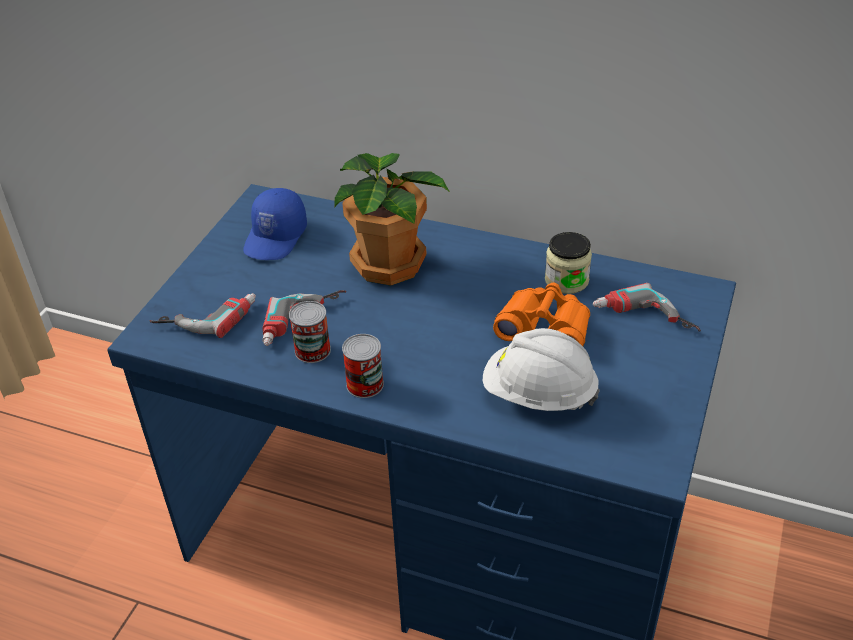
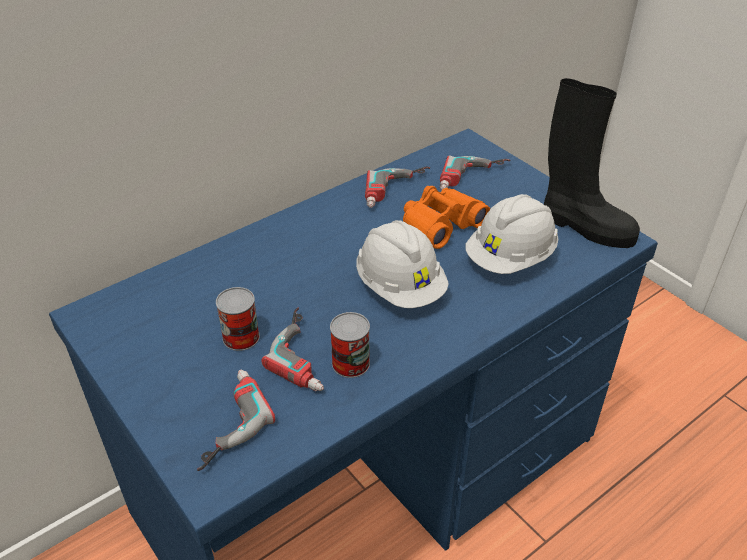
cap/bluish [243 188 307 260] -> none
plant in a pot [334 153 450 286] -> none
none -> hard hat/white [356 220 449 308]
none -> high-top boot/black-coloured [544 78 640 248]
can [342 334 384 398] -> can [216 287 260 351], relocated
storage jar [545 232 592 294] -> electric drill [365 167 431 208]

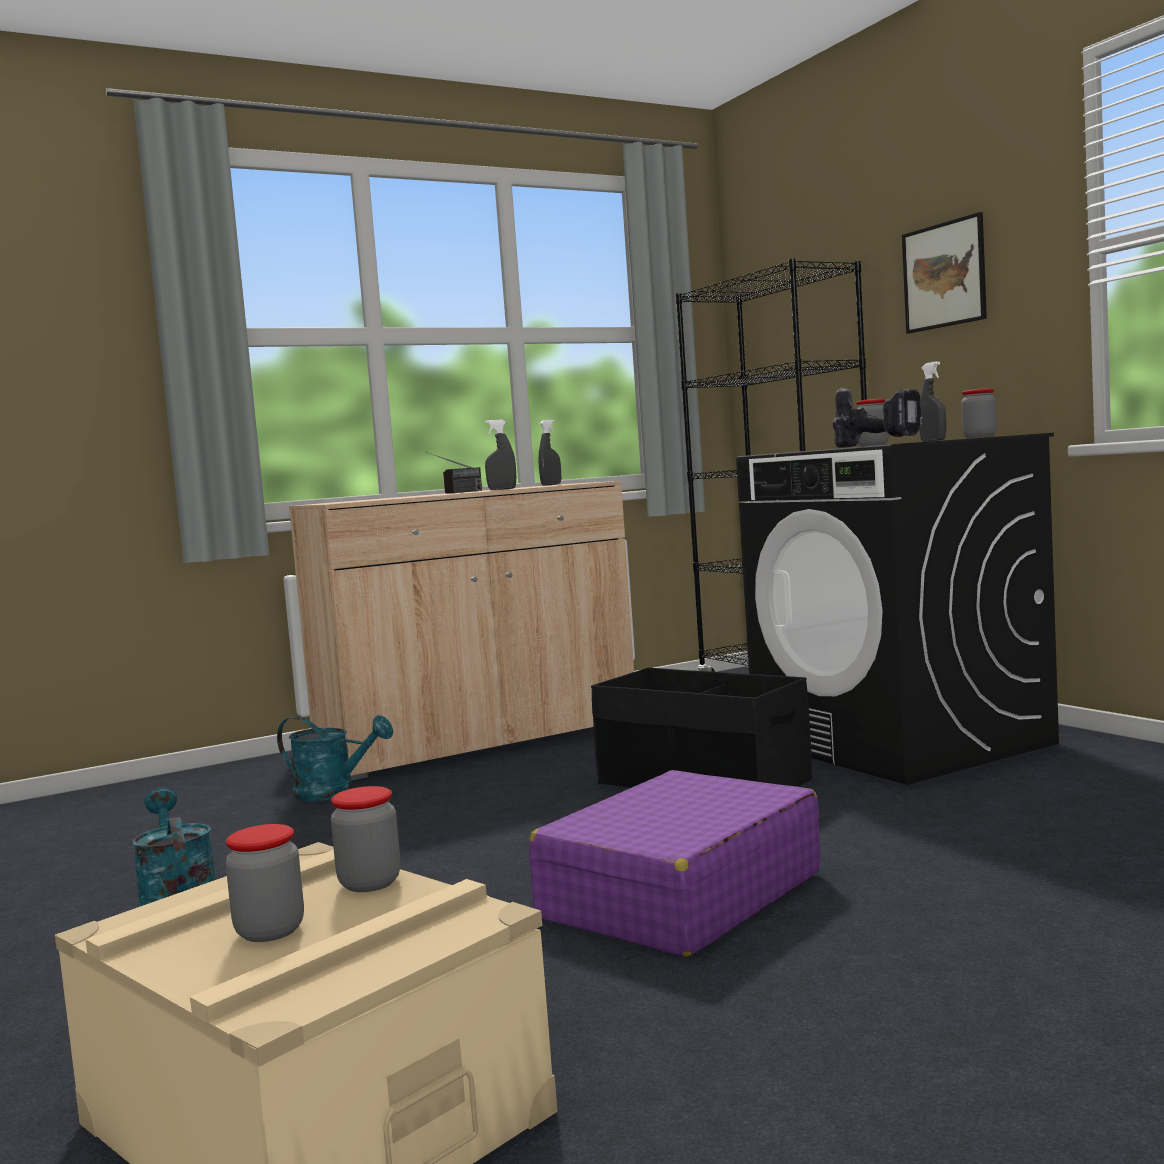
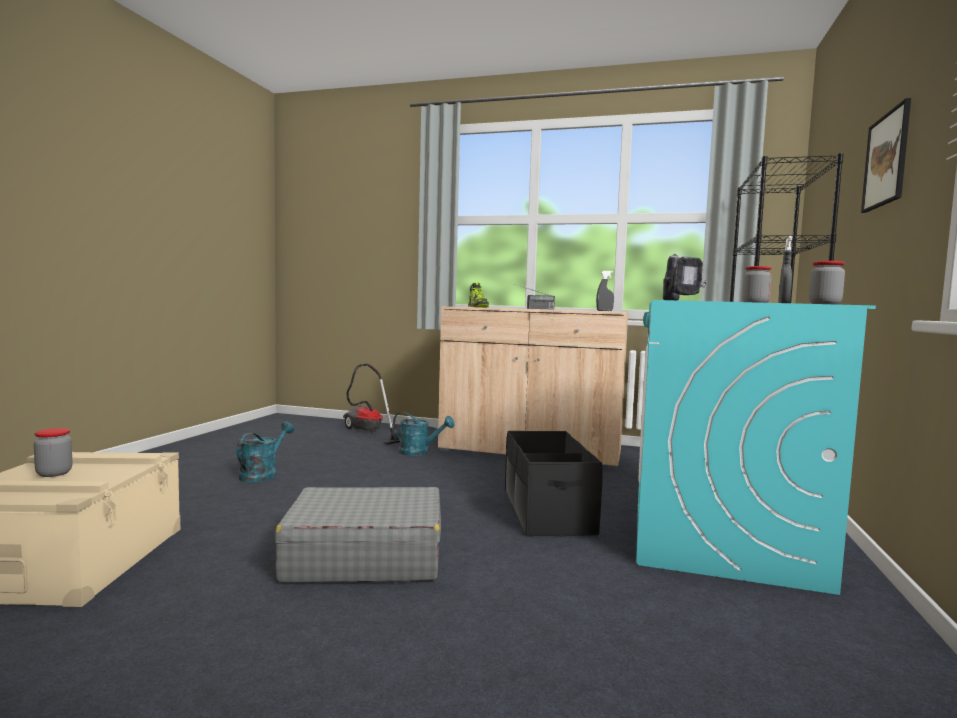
storage jar [331 786 401 892] -> none
sprayer/grey [485 419 516 490] -> none
none -> hoover [343 364 400 445]
none -> item of footwear [468 282 489 307]
piece of luggage/purple [529 770 821 957] -> piece of luggage/grey [275 487 441 583]
laundry appliance/black-coloured [736 433 1059 785] -> laundry appliance/turquoise-coloured [636 300 876 595]
watering can/turquoise-coloured [277 715 394 801] -> watering can/turquoise-coloured [393 412 455 456], 45 degrees counterclockwise

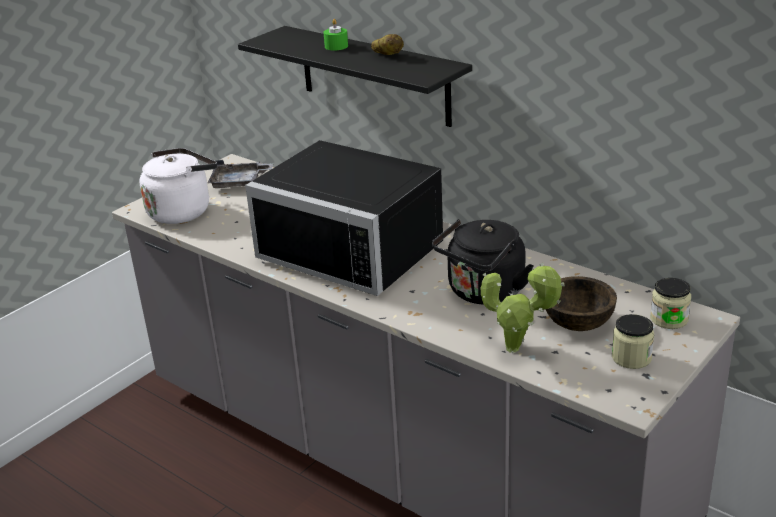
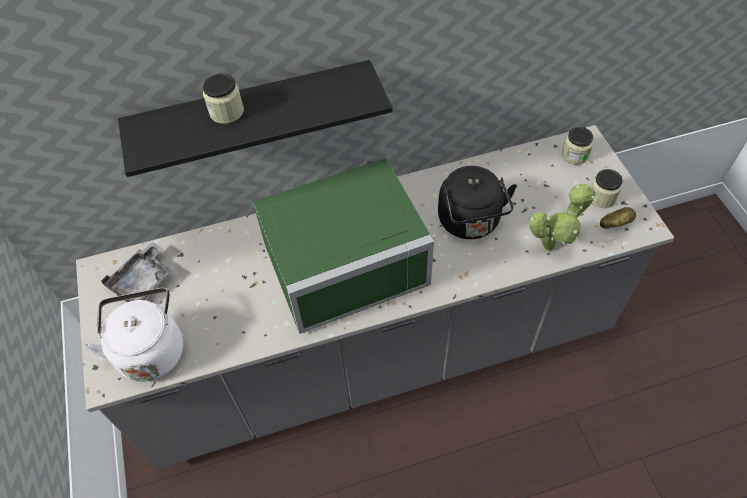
serving bowl/brown [546 276 617 331] -> none
spud [371 34 404 55] -> spud [600 207 636 229], relocated
wax candle/green-coloured [324 19 348 50] -> storage jar [203 73 244 124]
kitchen microwave/black-coloured [245 140 443 296] -> kitchen microwave/green-coloured [253 158 434 334]

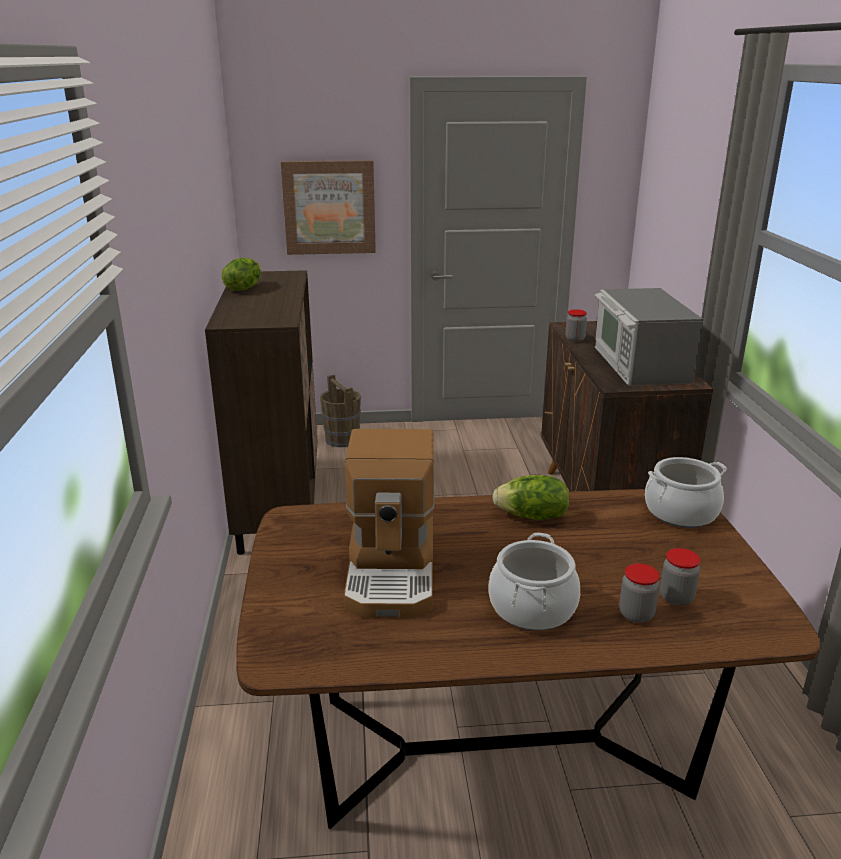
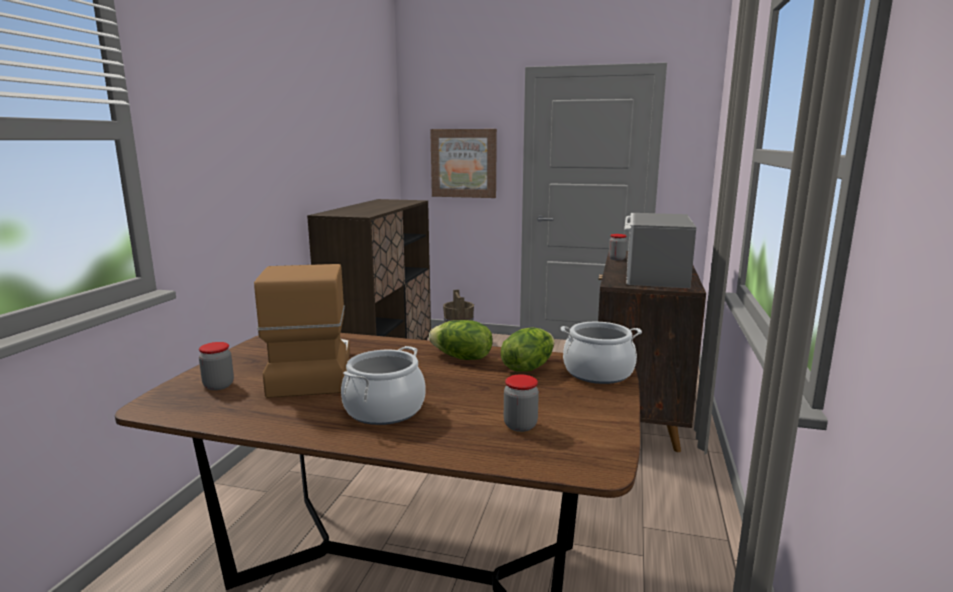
head of lettuce [222 258 261 291] -> head of lettuce [501 328 554 372], relocated
storage jar [619 564 660 623] -> storage jar [199 342 234 390], relocated
coffee brewer [344 429 434 618] -> coffee brewer [254 264 350 398], 150 degrees clockwise

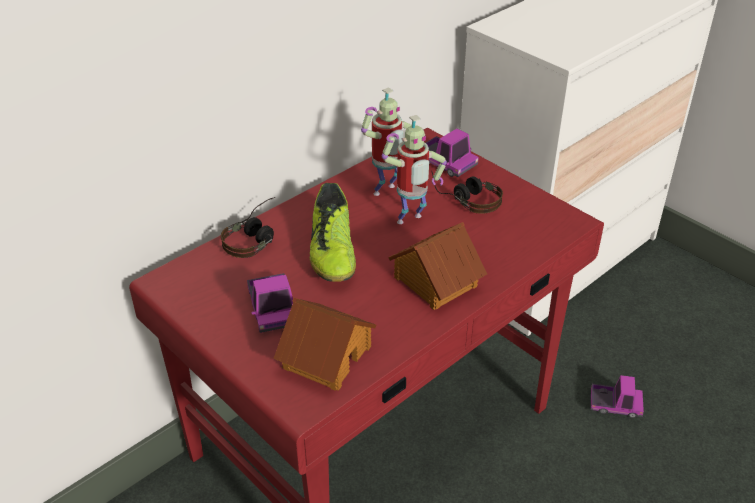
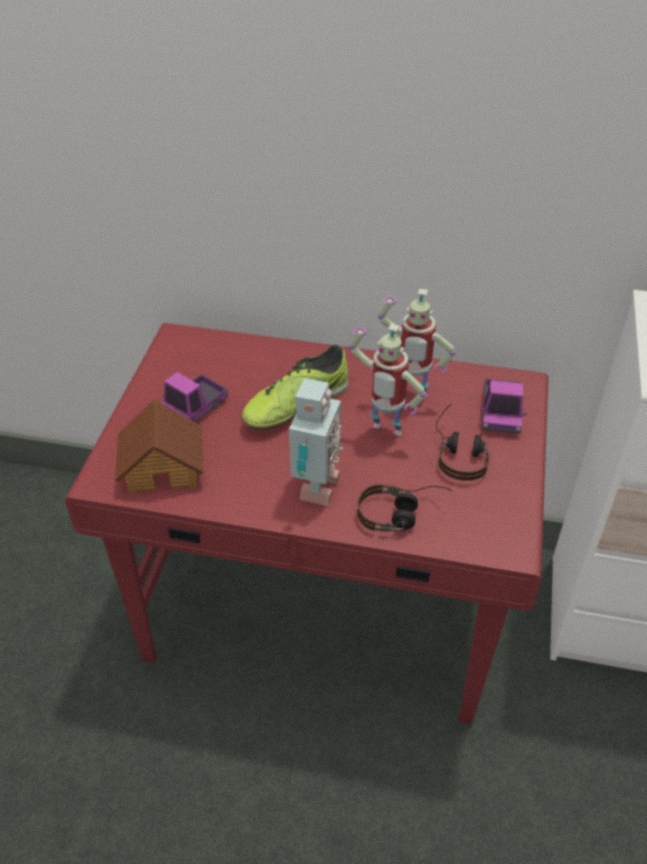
model truck [591 375 644 418] -> none
headset [221 197 275 258] -> headset [357 484 452 532], relocated
miniature house [388 222 487 310] -> toy robot [289 378 343 506]

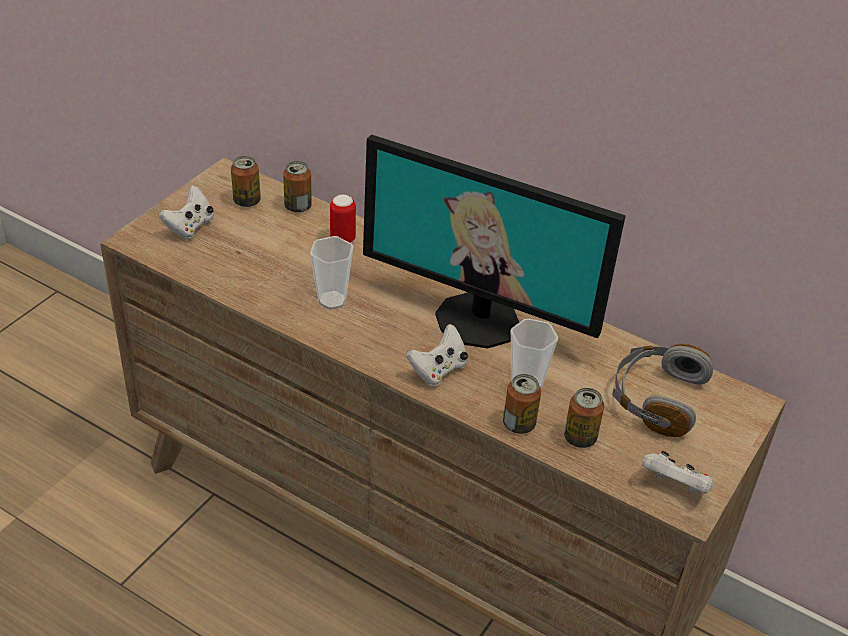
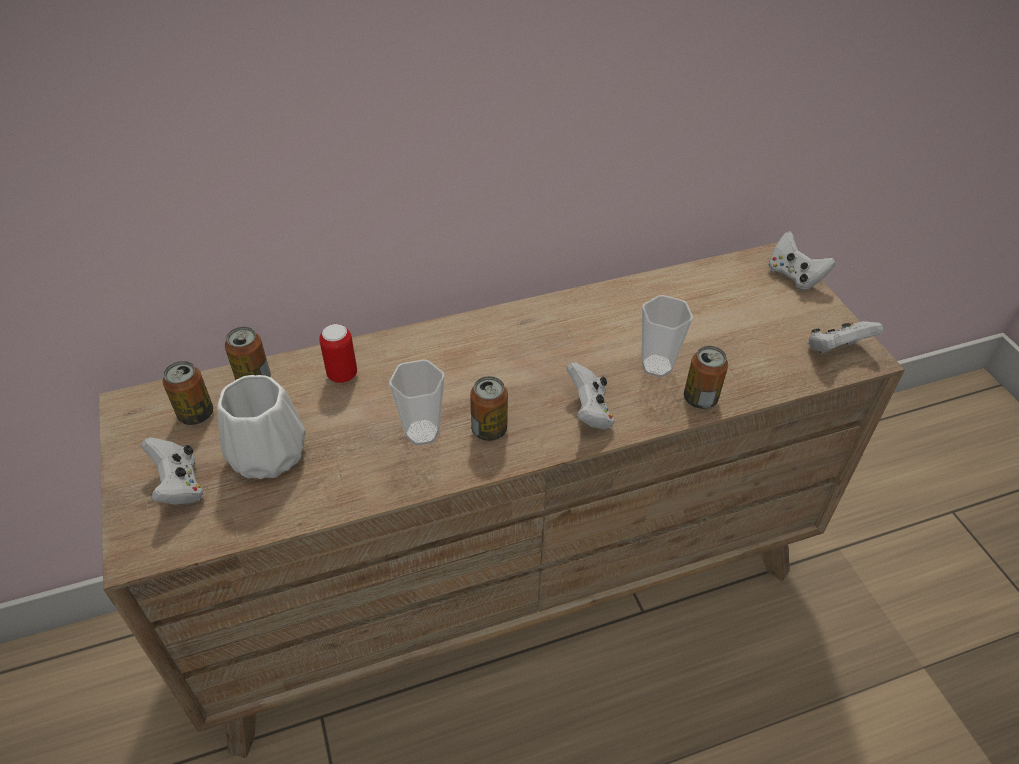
monitor [363 134 626 348] -> none
headset/grey [612 344 713 437] -> none
none -> vase/white [217 375 306 479]
none -> game controller/white [768 231 836 290]
can [564 388 604 448] -> can [470 376 508 441], relocated

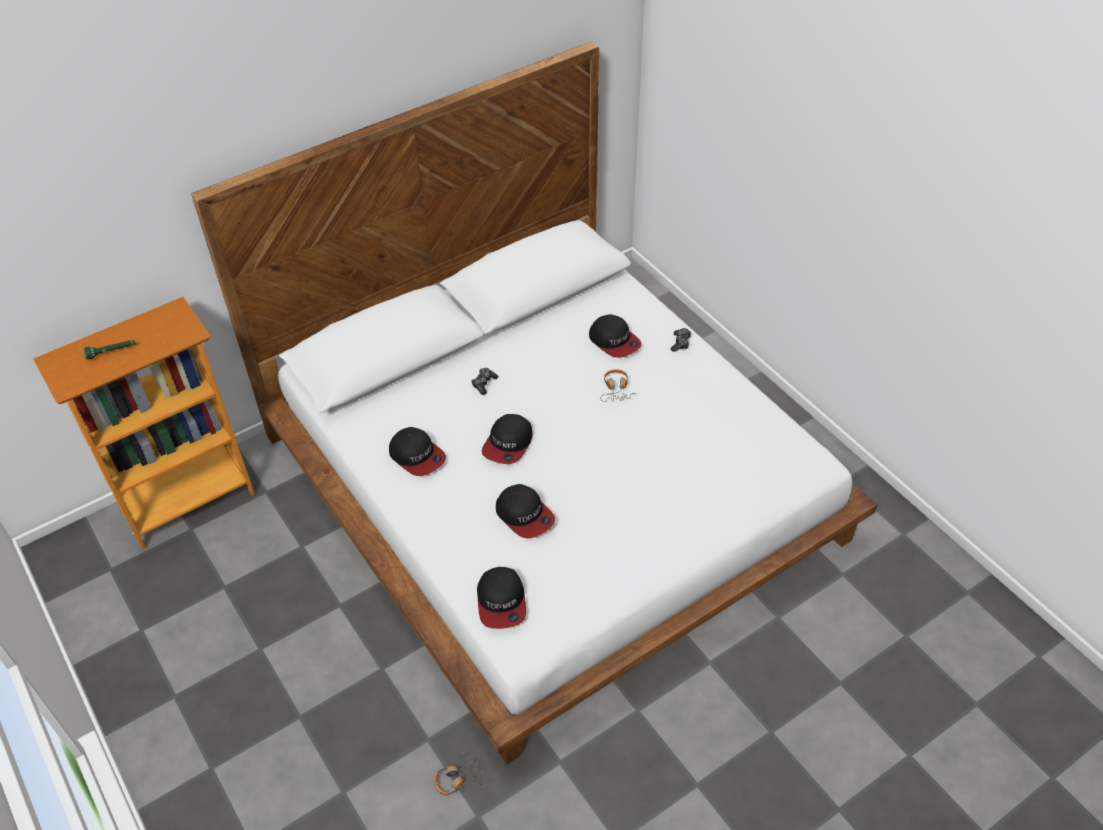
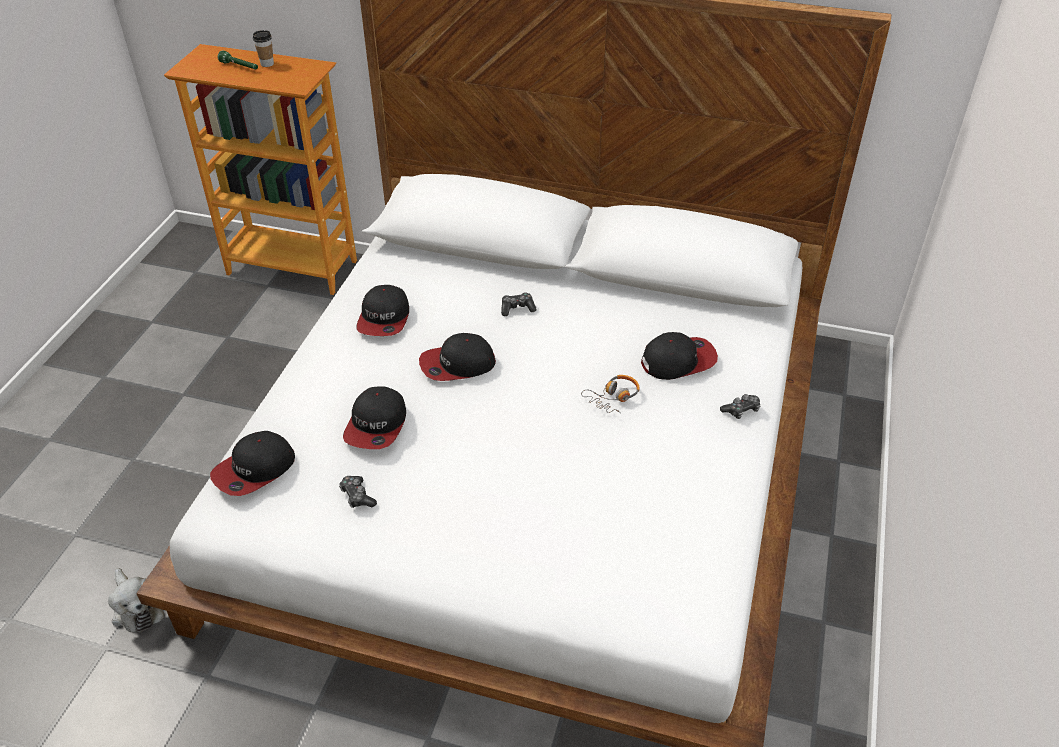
none -> small cup [253 30 274 67]
none -> game controller [339 476 377 508]
headset [434 753 486 795] -> soft toy [108 568 164 633]
cap [589 314 642 358] -> cap [641 332 718 380], 120 degrees counterclockwise

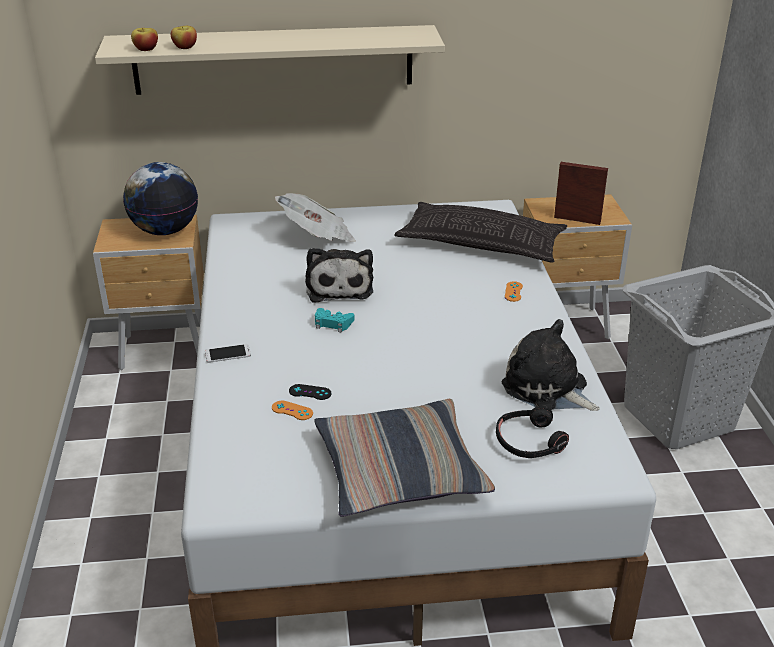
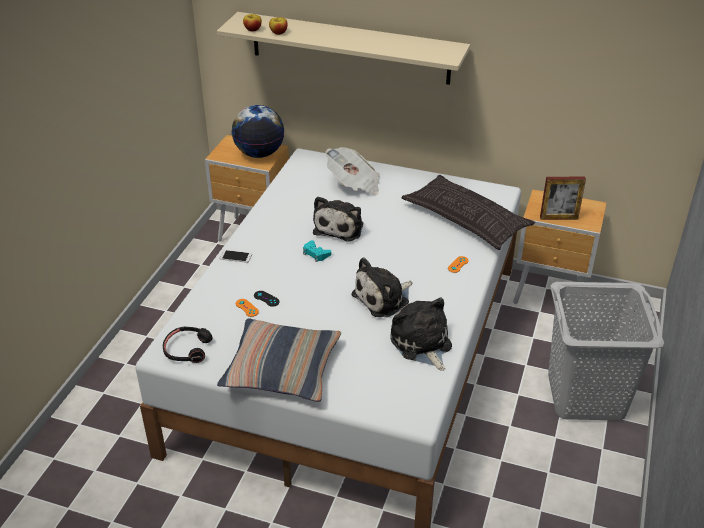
none -> soft toy [351 258 412 317]
headset/black-coloured [496 406 569 458] -> headset/black-coloured [163 327 212 363], relocated
standing frame [554 162 608 225] -> standing frame [540 177 586 220], 135 degrees clockwise

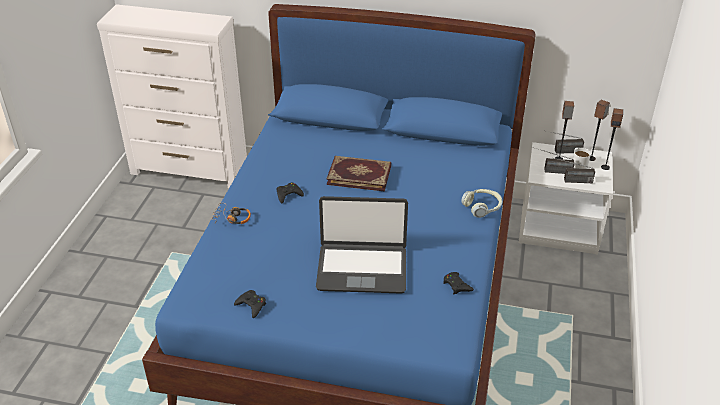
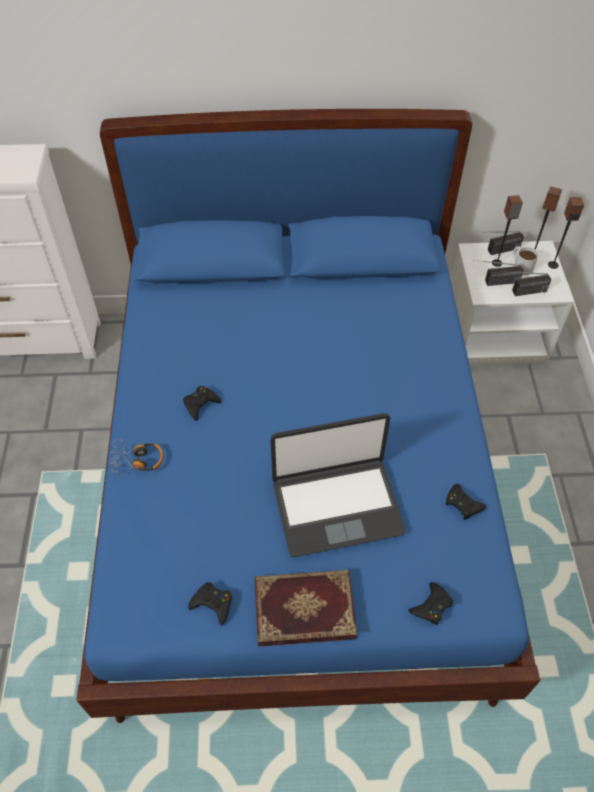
headset [461 189 502 218] -> none
none -> game controller/black-coloured [408 582 453 625]
bound book [326 156 391 192] -> bound book [255 570 357 647], relocated

